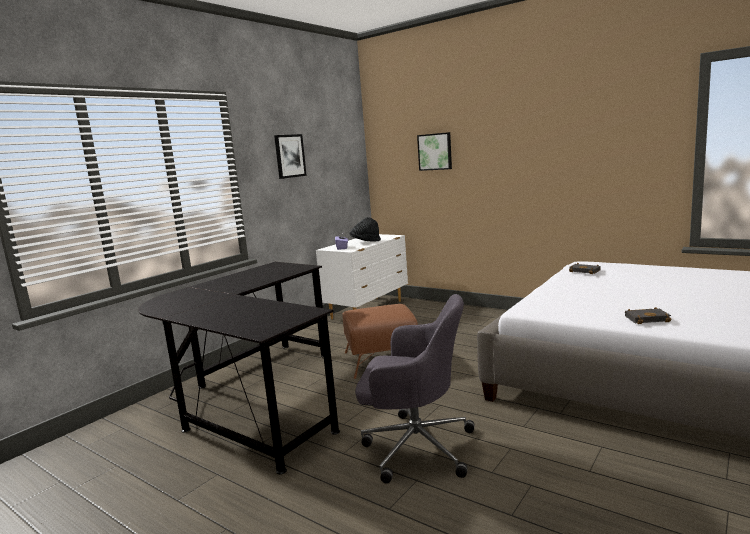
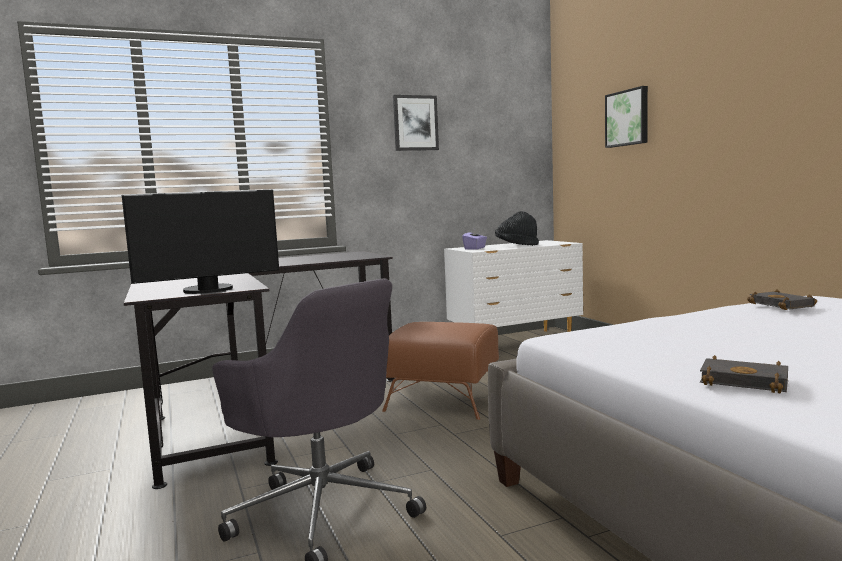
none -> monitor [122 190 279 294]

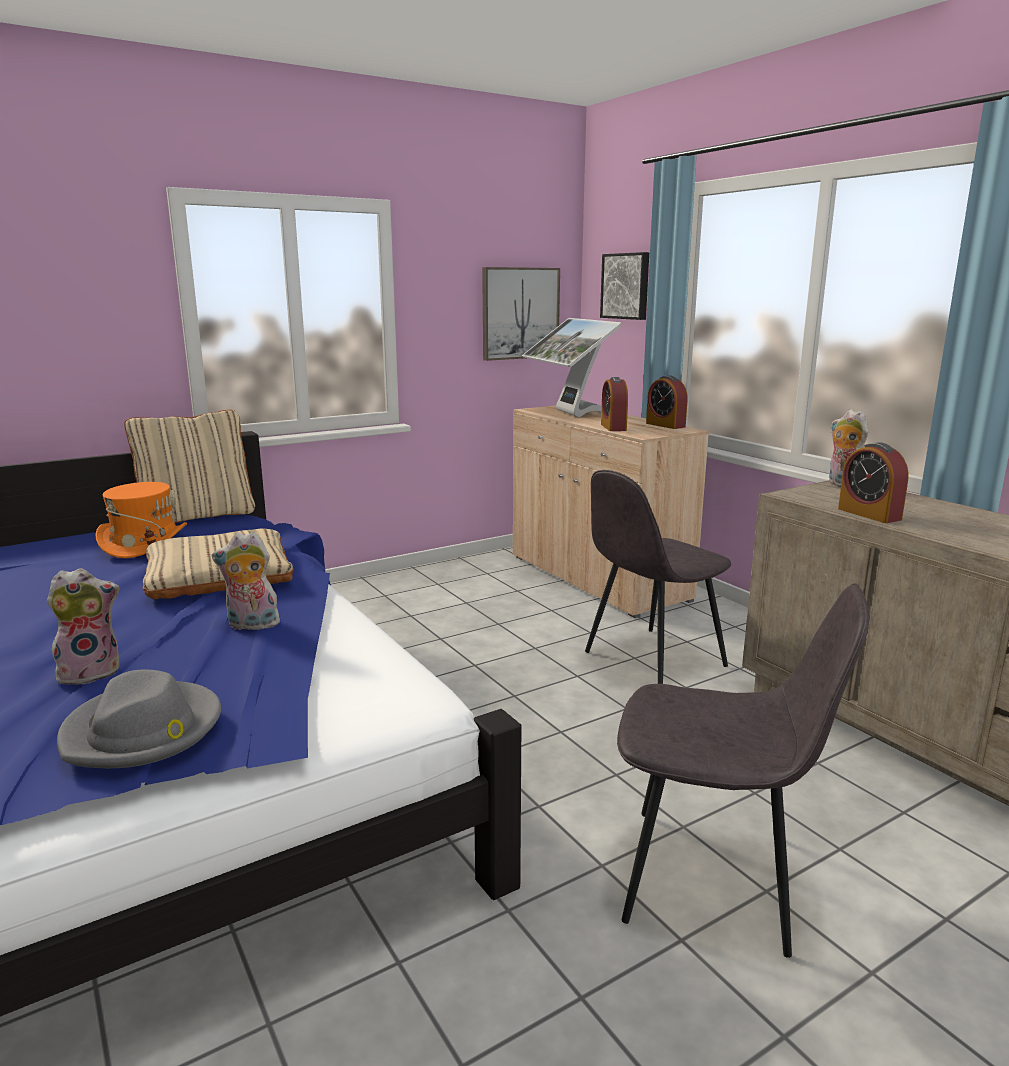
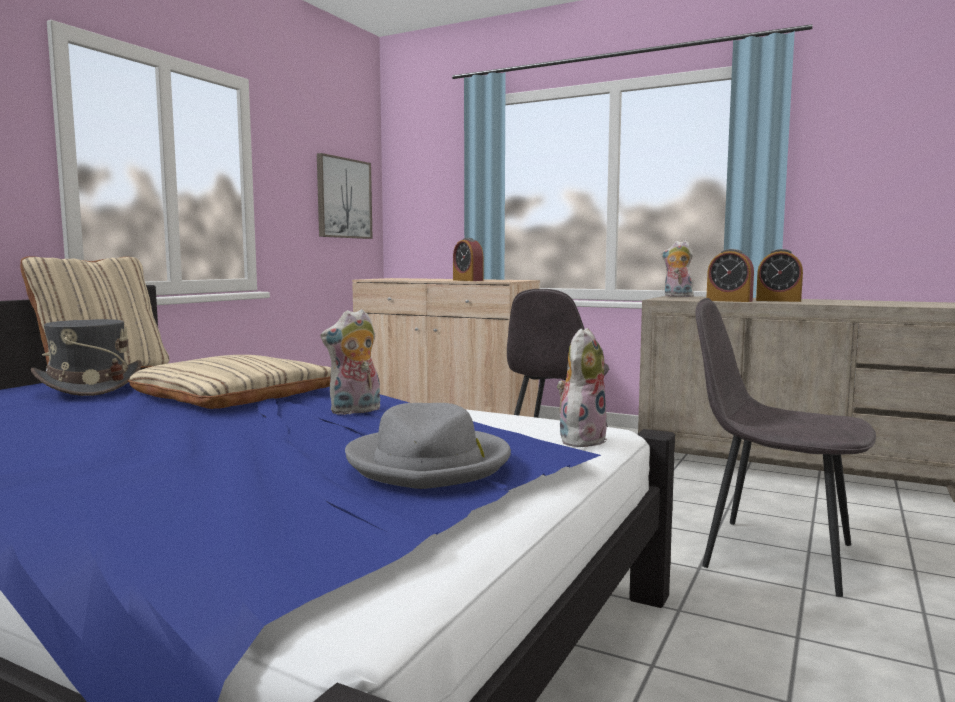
monitor [522 318 622 417] -> none
wall picture [600 252 649 320] -> none
soft toy [47 568 120 685] -> soft toy [557 328 607 447], relocated
bedside clock [646 375 688 429] -> bedside clock [756 249 803 302], relocated
wearable hat/orange [95 482 187 558] -> wearable hat/grey [31 319 142 396]
chair/grey [617 583 869 958] -> chair/grey [695 298 876 597], 135 degrees counterclockwise

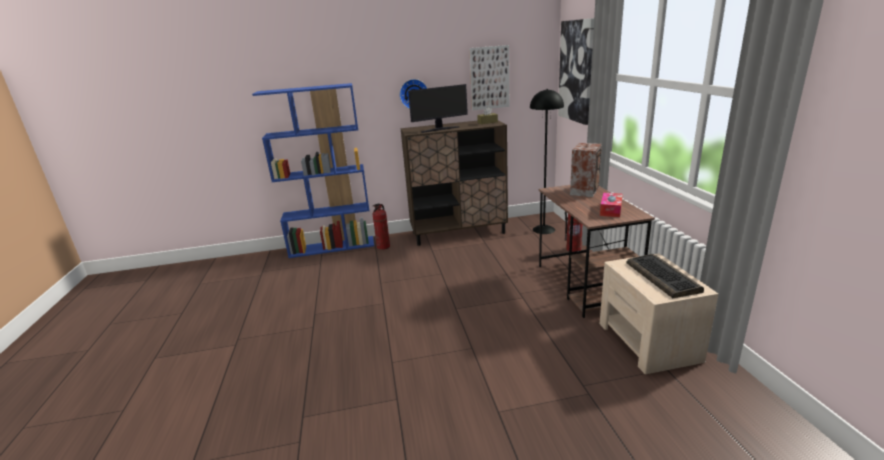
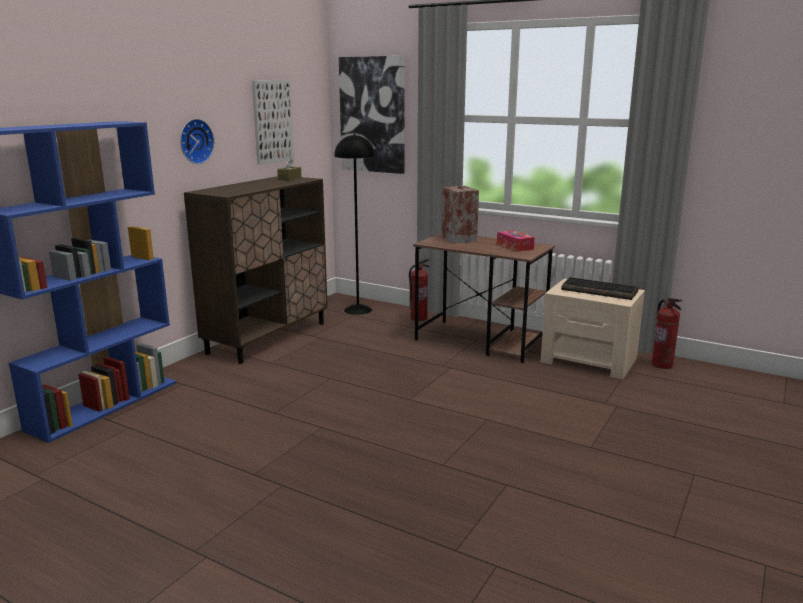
monitor [408 84 468 133] -> none
fire-fighting cylinder [372 204 390 250] -> fire-fighting cylinder [652 298 682 369], relocated

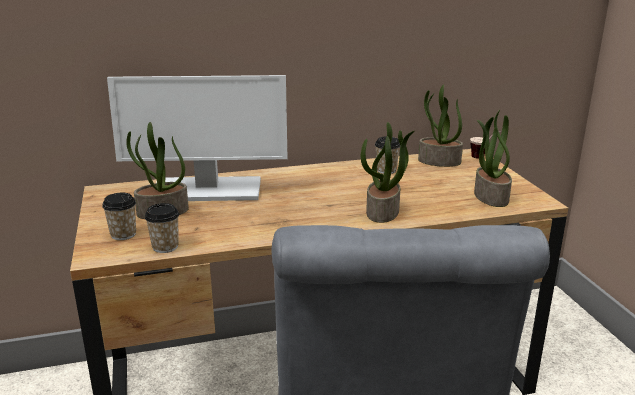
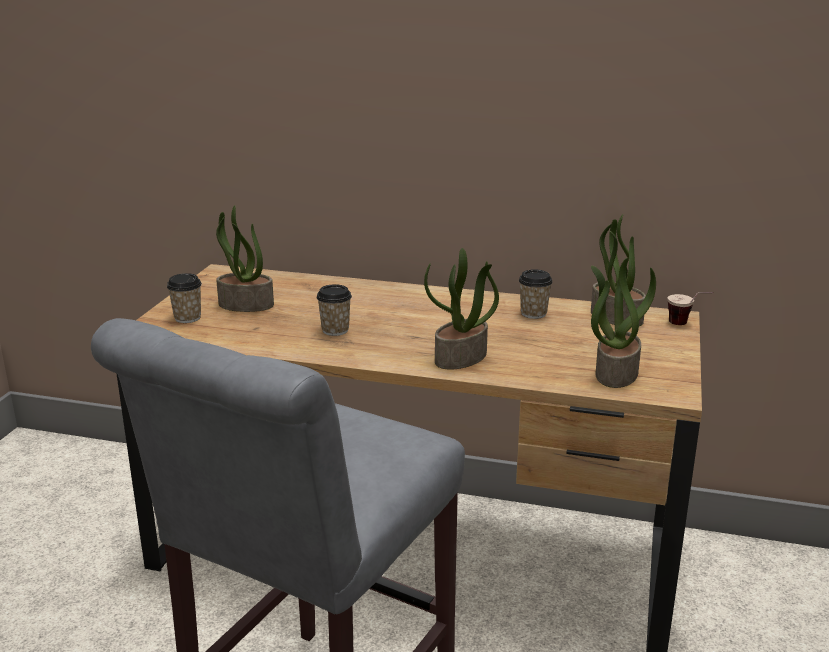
monitor [107 75 287 201] -> none
small cup [145 203 179 253] -> small cup [317 284 352 336], relocated

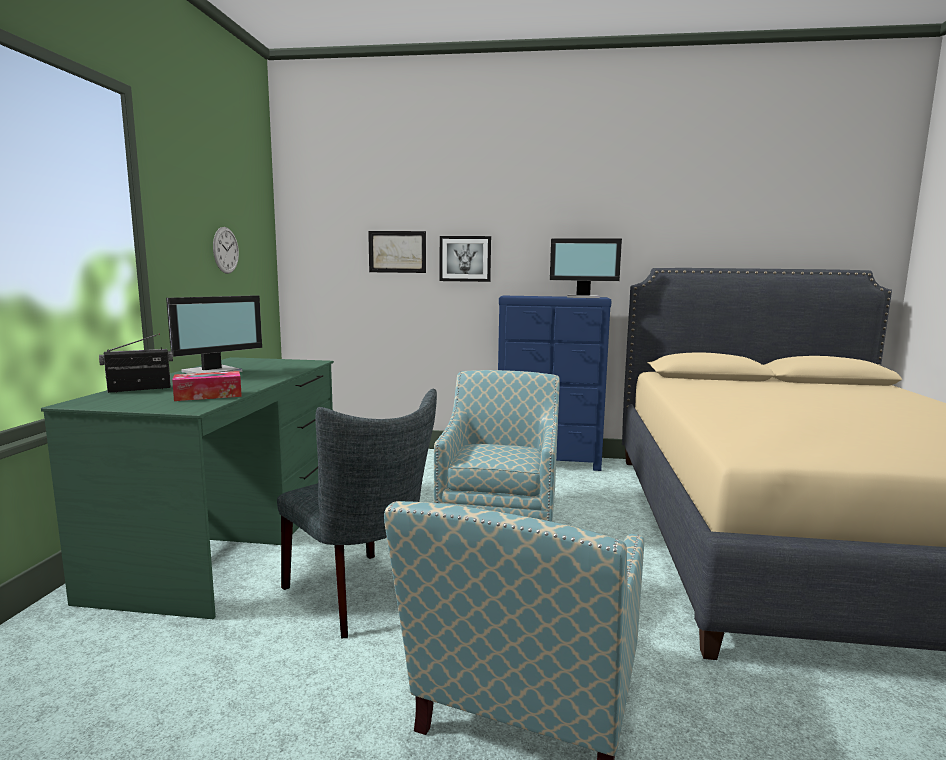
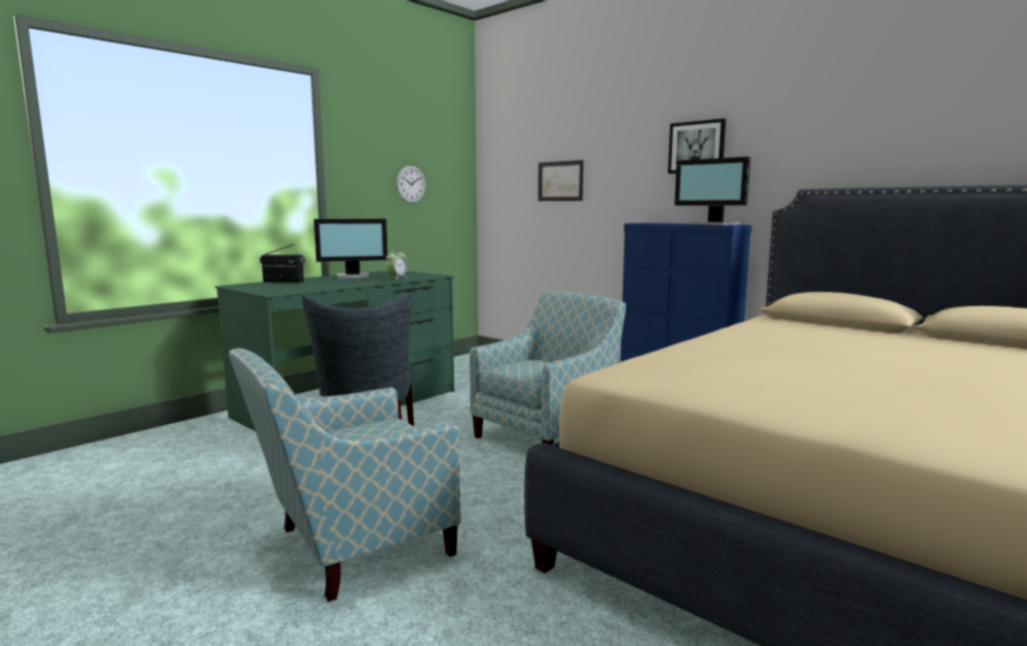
tissue box [172 371 242 401] -> none
none -> bedside clock [386 250 407 280]
wall picture [440 236 491 282] -> wall picture [668 118 726 174], relocated

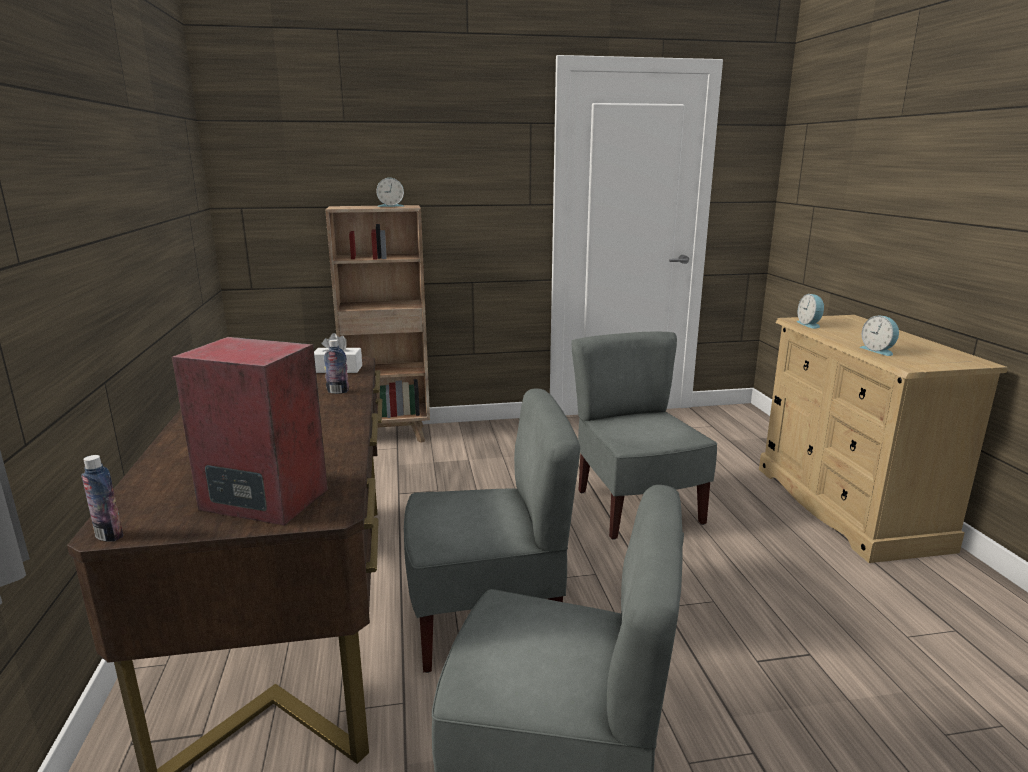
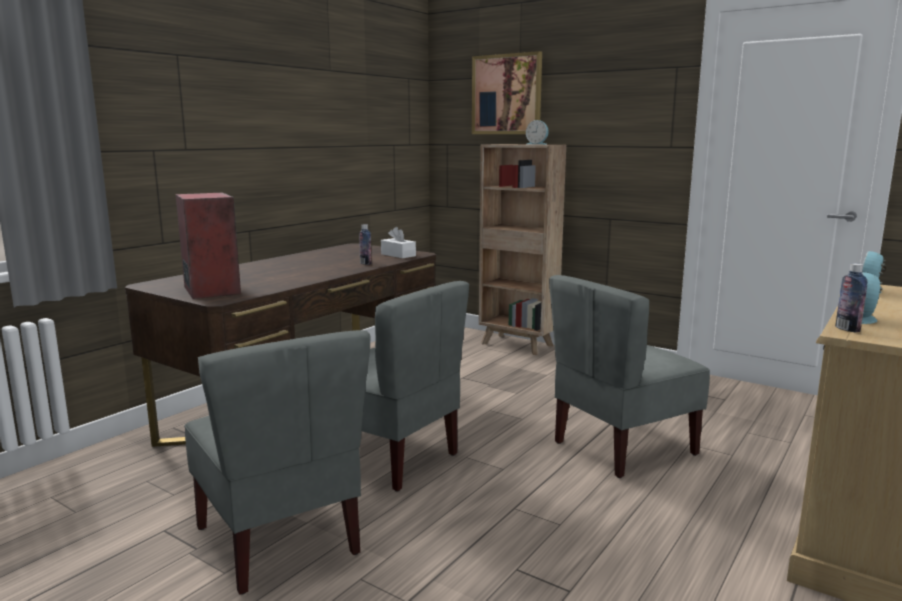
none -> wall picture [472 51 542 134]
beverage bottle [81 455 123 542] -> beverage bottle [835 263 867 333], relocated
chair/grey [571 332 717 540] -> chair/grey [549 275 710 478], 150 degrees counterclockwise

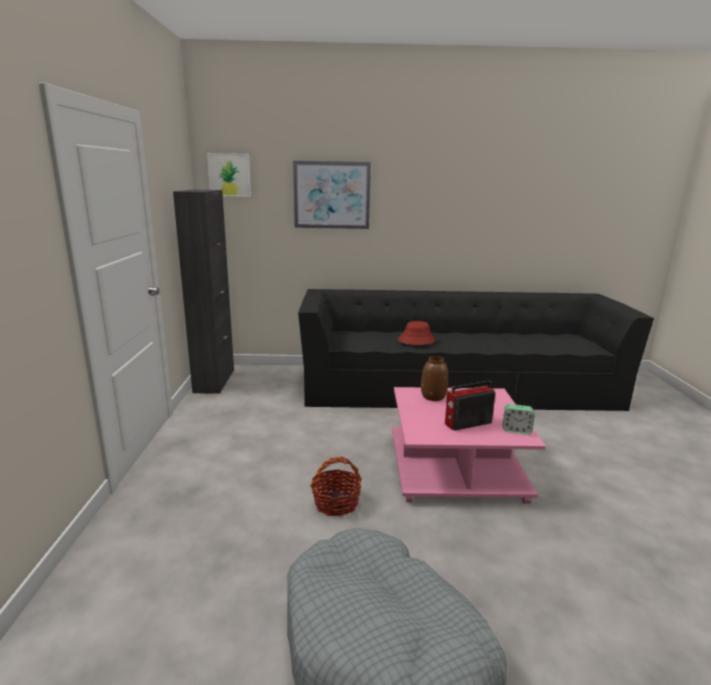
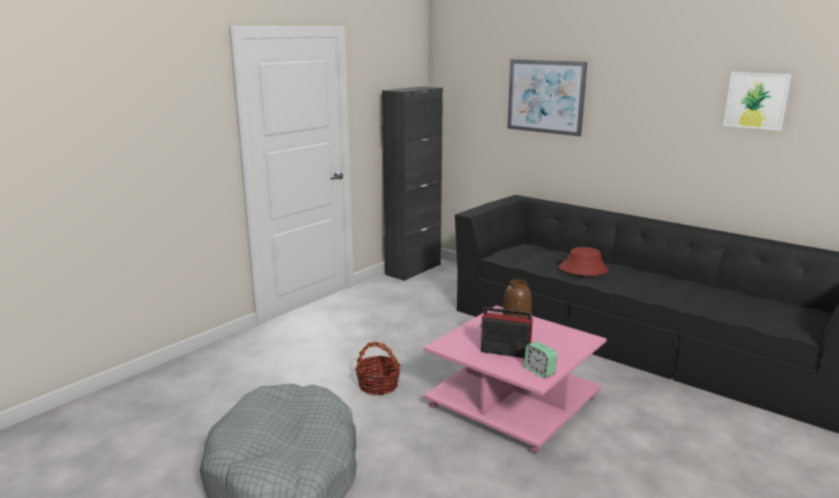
wall picture [207 153 251 197] -> wall picture [723 72 791 131], relocated

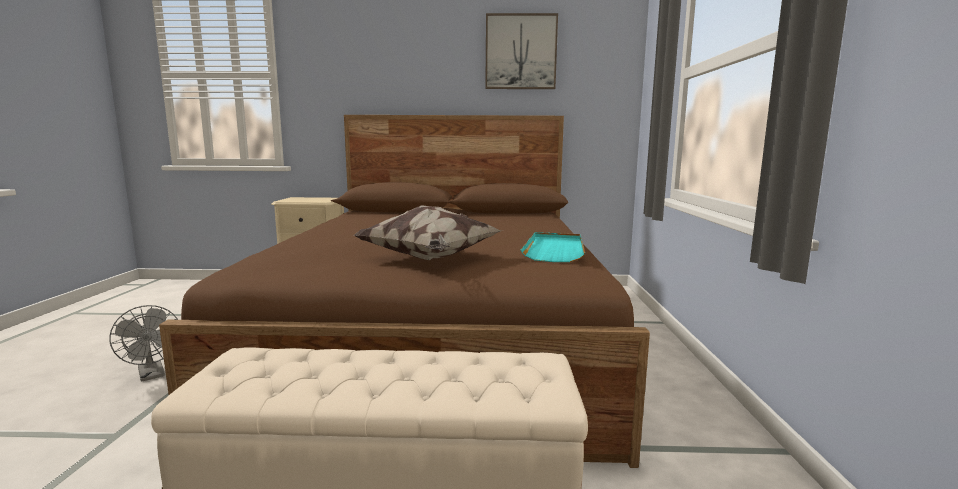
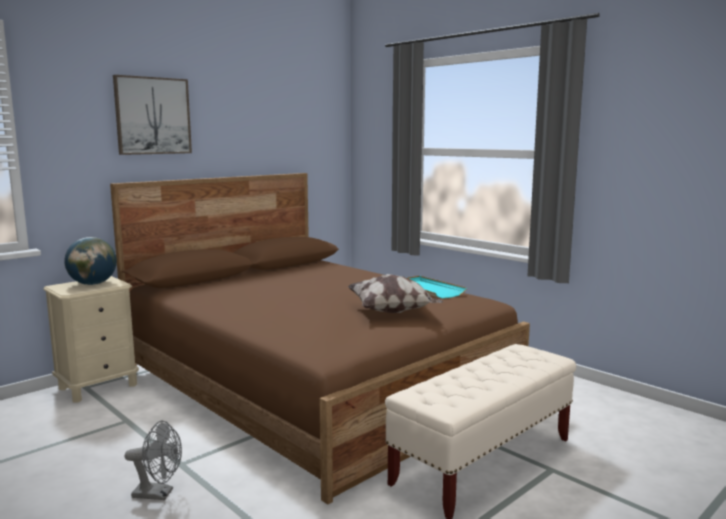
none -> globe [64 237 117 285]
wall picture [485 13 558 89] -> wall picture [113 75 192 155], relocated

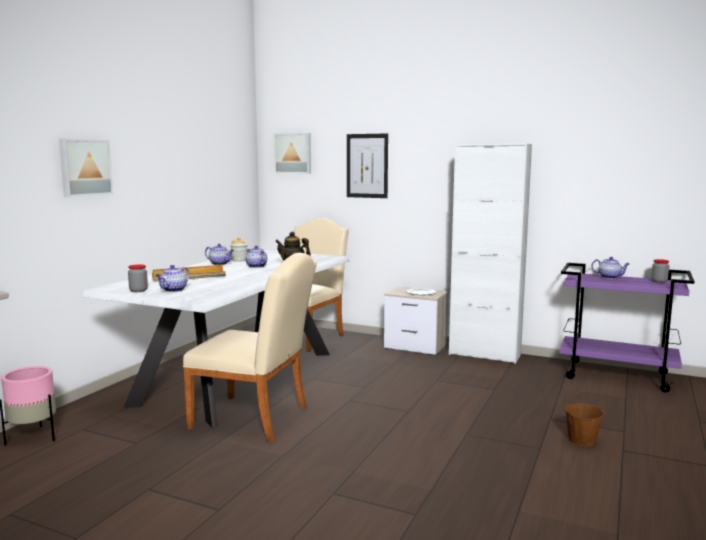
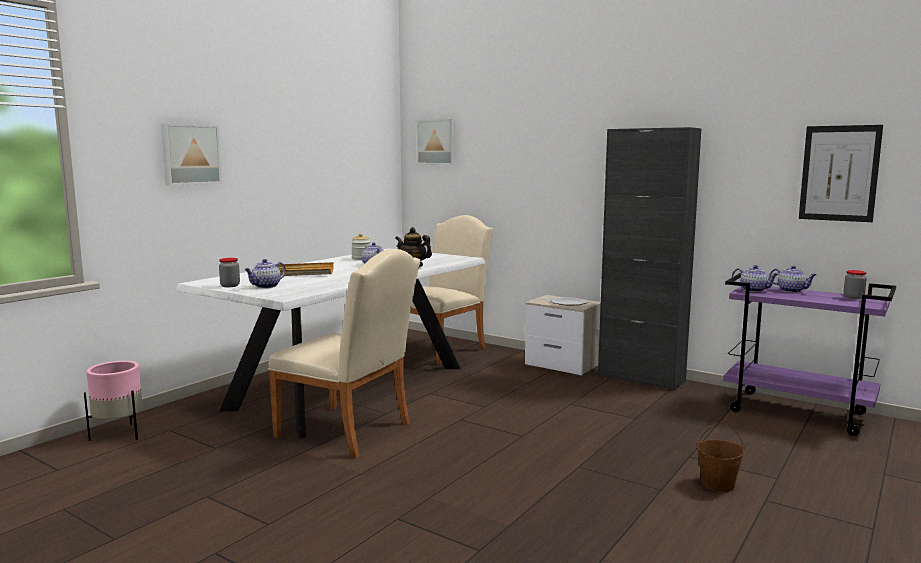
tea pot [205 244 234 265] -> tea pot [732 265 778 292], relocated
wall picture [347 133 388 198] -> wall picture [799 125 883 222], relocated
storage cabinet/white [449 144 532 364] -> storage cabinet/black-coloured [598 127 701 391]

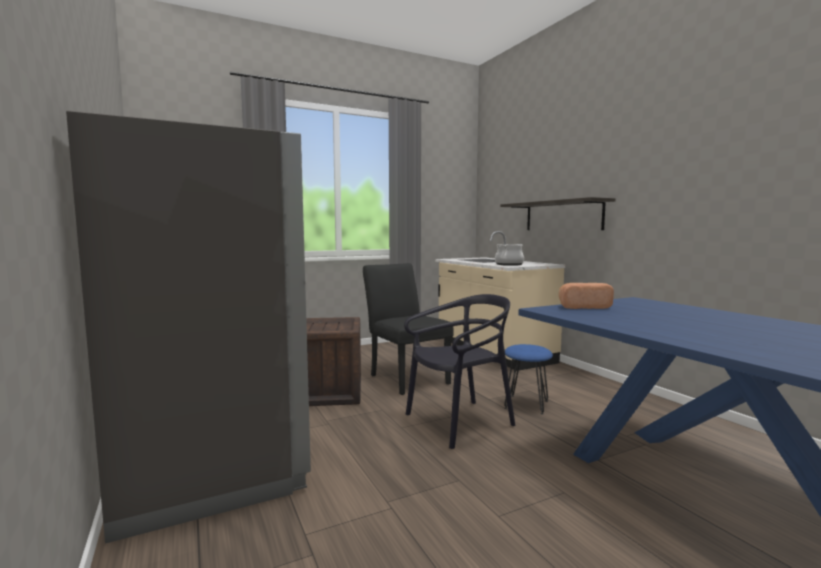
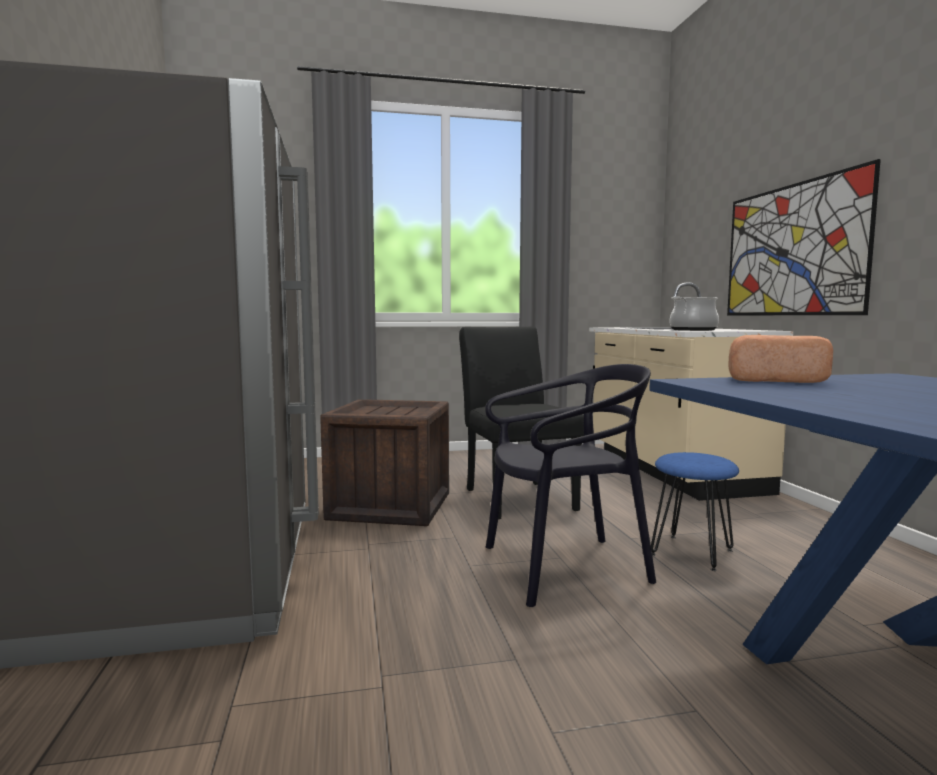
bracket shelf [500 197 616 230] -> wall picture [727 159 881 315]

